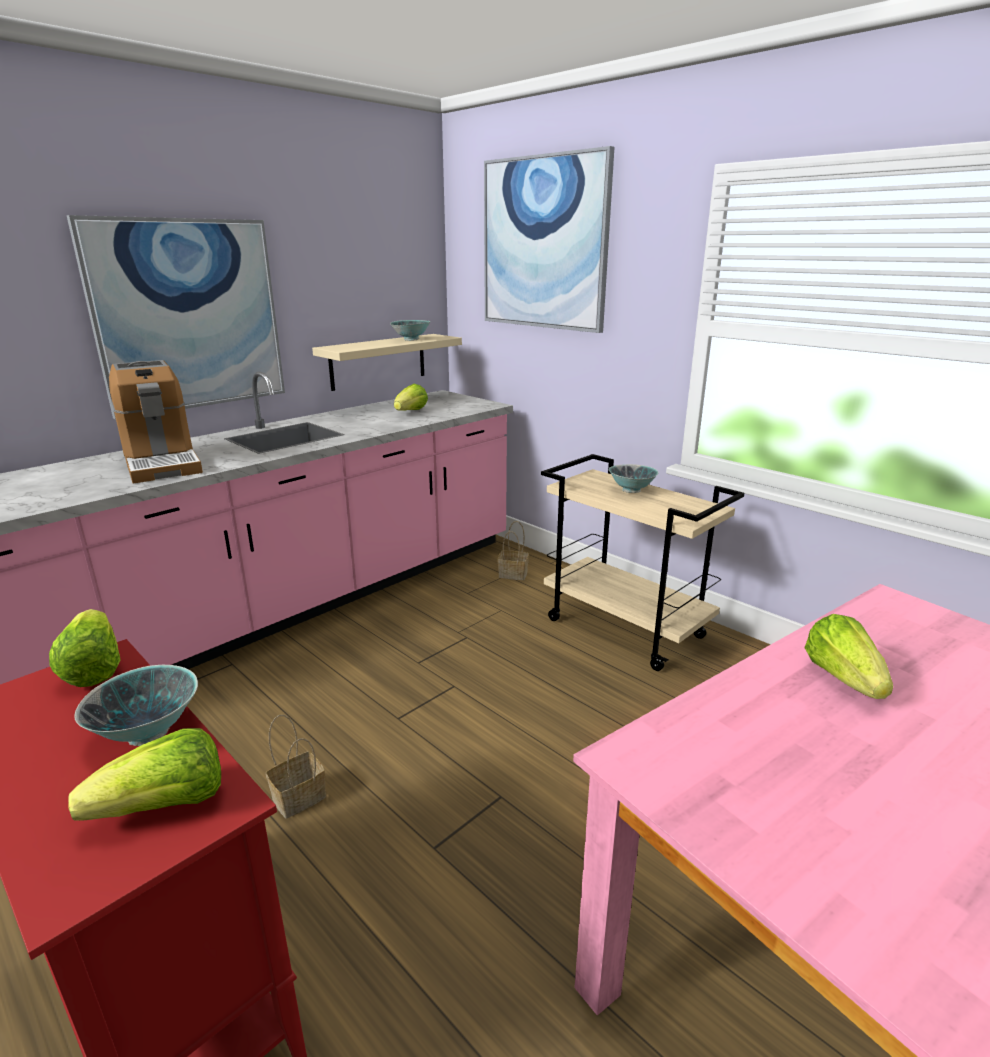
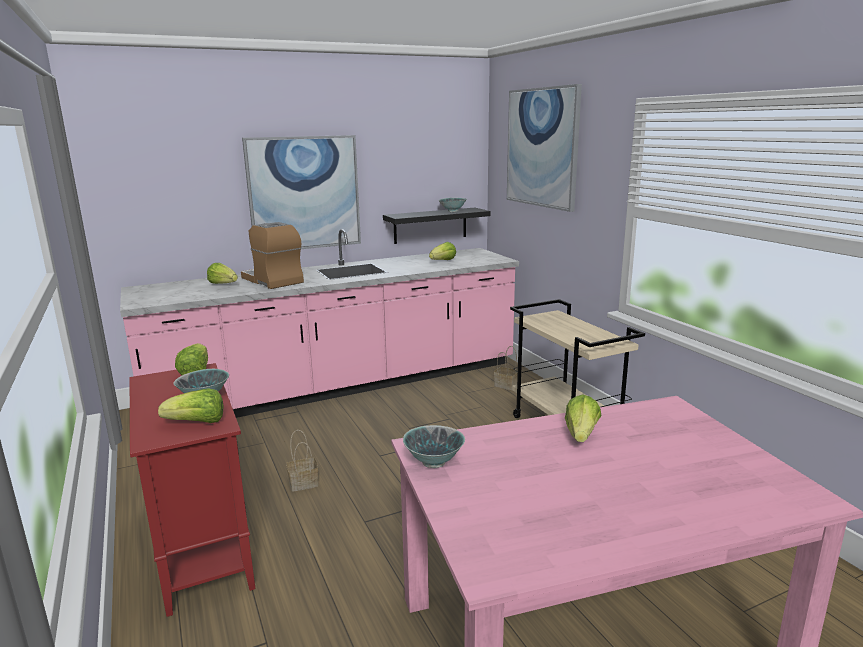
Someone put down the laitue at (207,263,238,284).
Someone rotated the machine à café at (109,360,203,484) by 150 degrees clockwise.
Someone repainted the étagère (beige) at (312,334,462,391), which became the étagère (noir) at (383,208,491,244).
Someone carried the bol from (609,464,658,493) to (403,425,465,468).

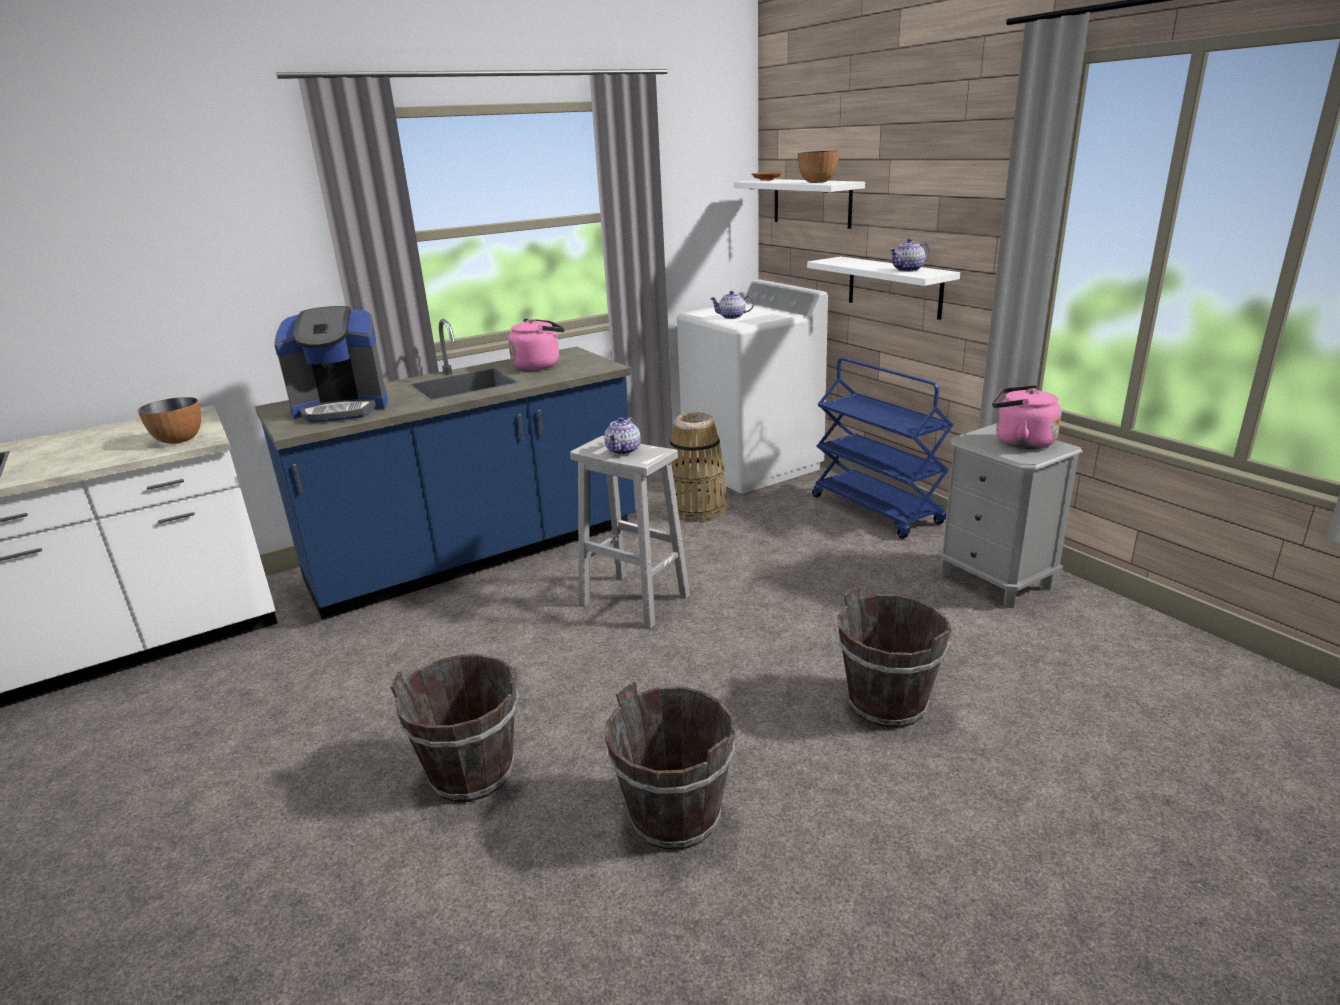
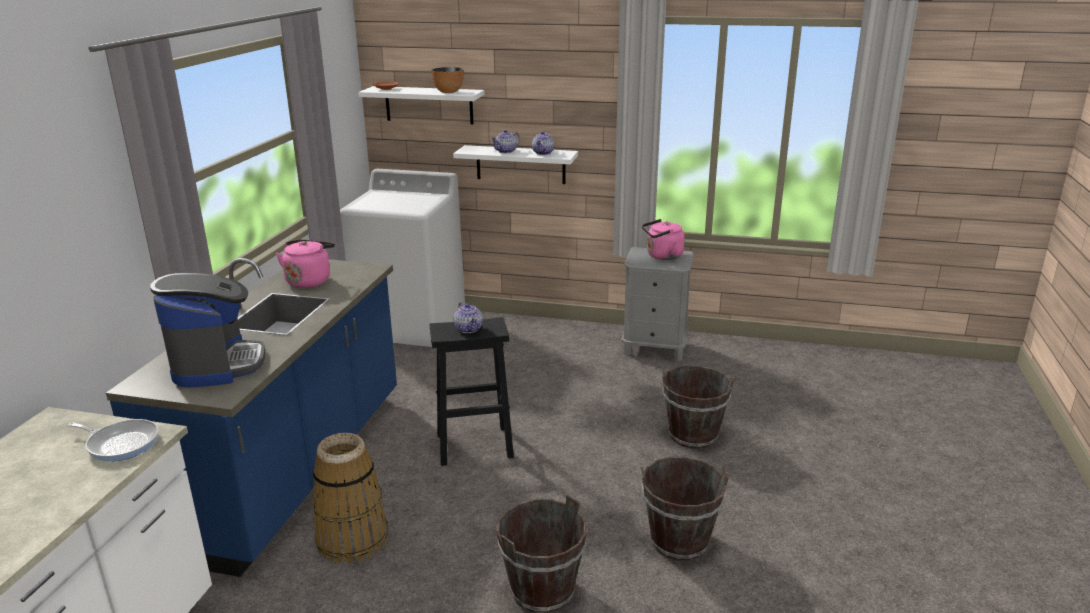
Someone swapped the bol at (138,397,201,444) for the poêle at (68,419,159,461).
Someone rotated the machine à café at (274,306,388,423) by 45 degrees counterclockwise.
Someone carried the panier from (670,412,727,522) to (312,433,388,564).
Someone repainted the tabouret (blanc) at (570,436,690,629), which became the tabouret (noir) at (430,317,514,466).
Someone carried the théière from (710,291,754,319) to (491,130,520,153).
Someone took away the chariot (bleu) at (812,358,954,539).

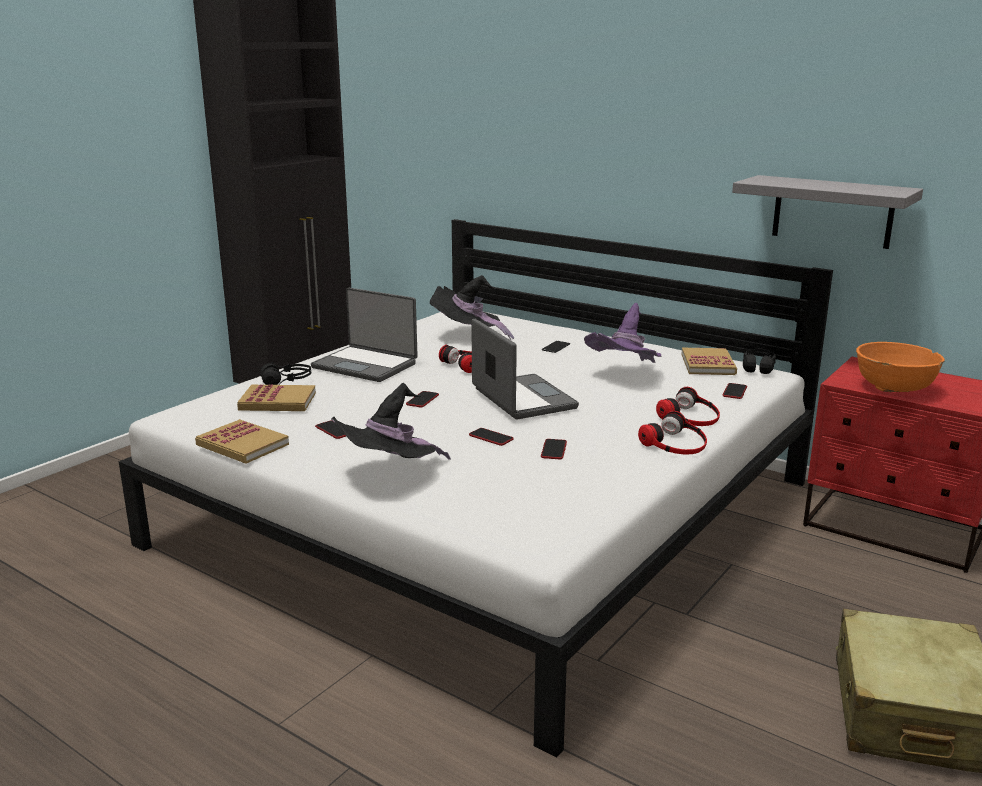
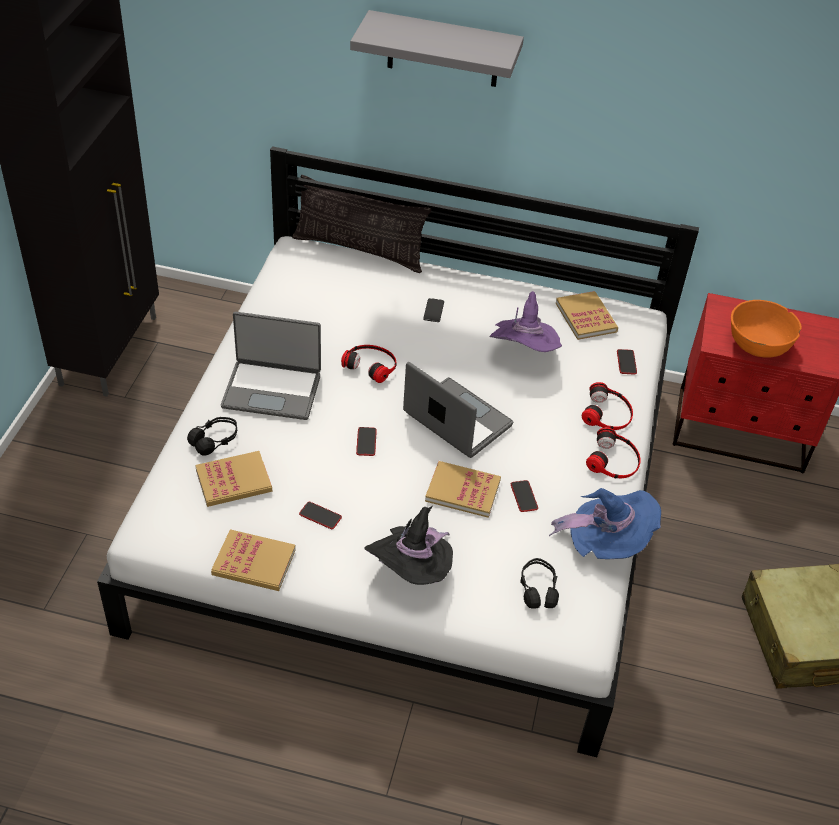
Someone put down the coussin at (292,175,431,273).
Someone carried the étagère (gris) from (732,175,923,249) to (350,10,524,87).
Someone swapped the téléphone at (469,428,514,446) for the livre at (425,461,501,518).
Someone carried the casque audio (noir) from (743,349,776,374) to (520,558,559,609).
Someone put down the chapeau (bleu) at (549,488,661,559).
Someone took away the chapeau (noir) at (430,275,514,340).

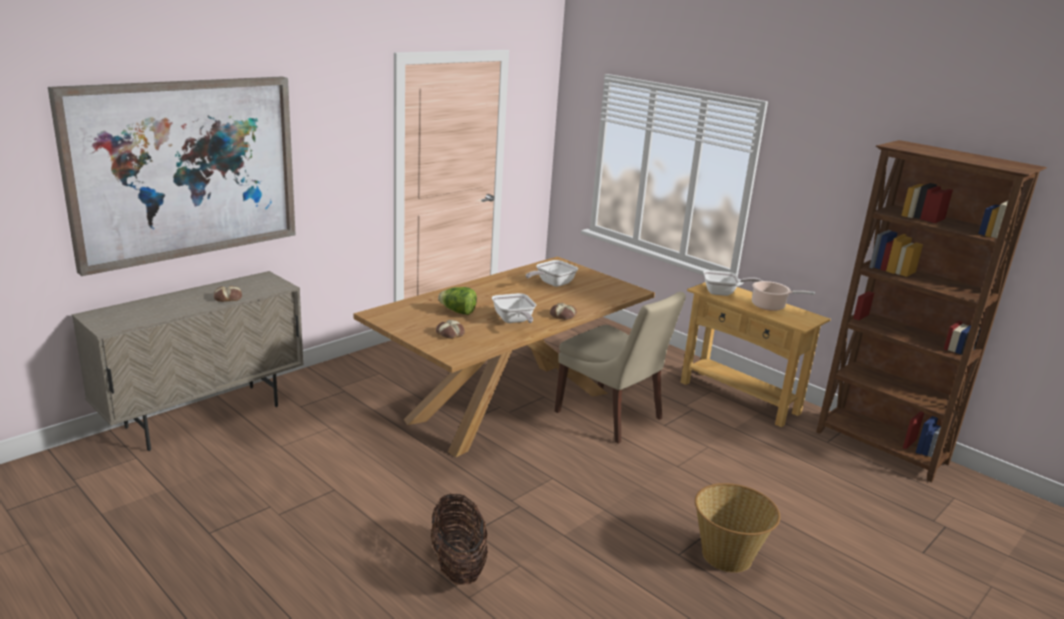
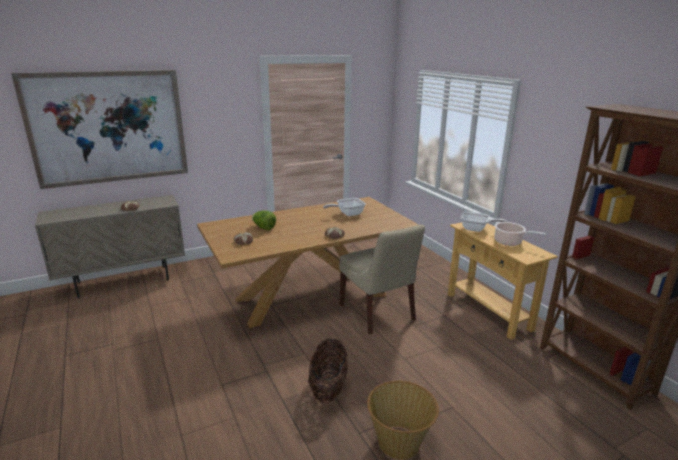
Someone carried the panier from (431,493,488,585) to (308,339,348,403).
Someone took away the poêle at (492,293,536,323).

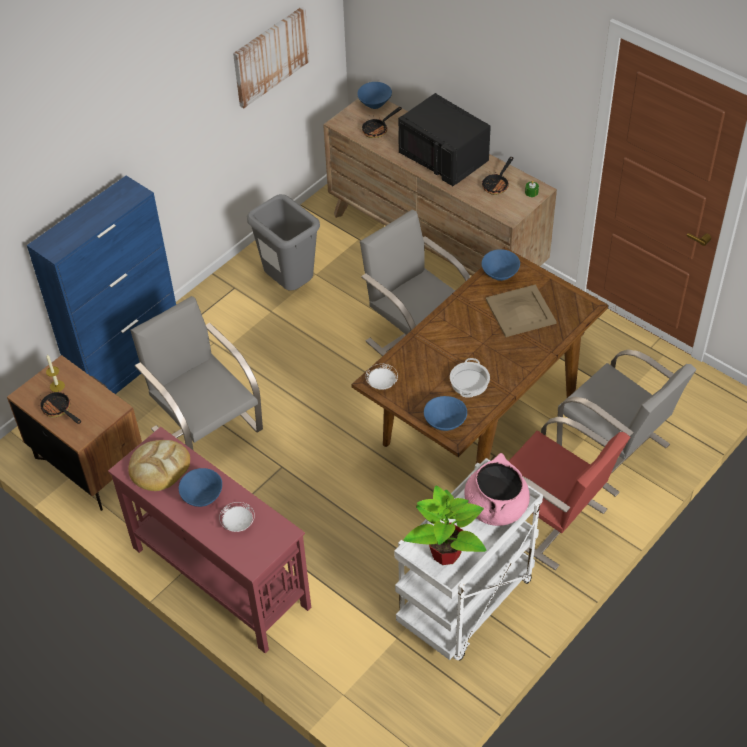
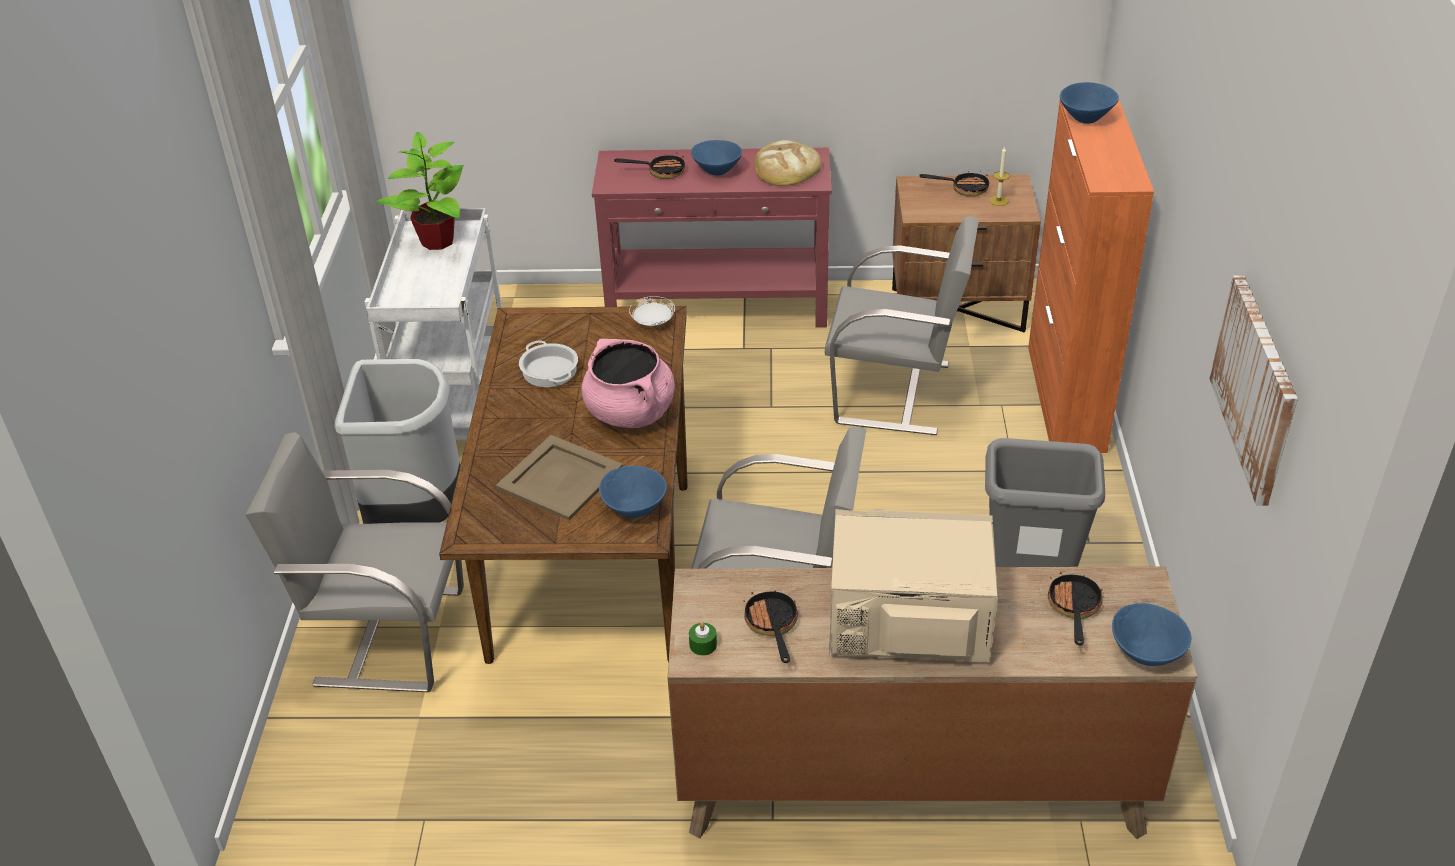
Someone swapped the chaise (rouge) at (509,417,630,570) for the poubelle (gris) at (335,359,460,524).
Someone carried the marmite (rose) from (465,453,530,526) to (581,339,675,428).
Someone swapped the assiette (blanc) at (219,502,255,532) for the poêle at (614,153,685,179).
Someone repainted the micro-ondes (noir) at (398,93,491,186), which became the micro-ondes (beige) at (829,509,998,663).
Someone repainted the meuble de rangement (bleu) at (27,176,176,394), which became the meuble de rangement (orange) at (1028,100,1154,453).
Someone carried the bol (bleu) from (424,396,467,431) to (1060,82,1119,124).

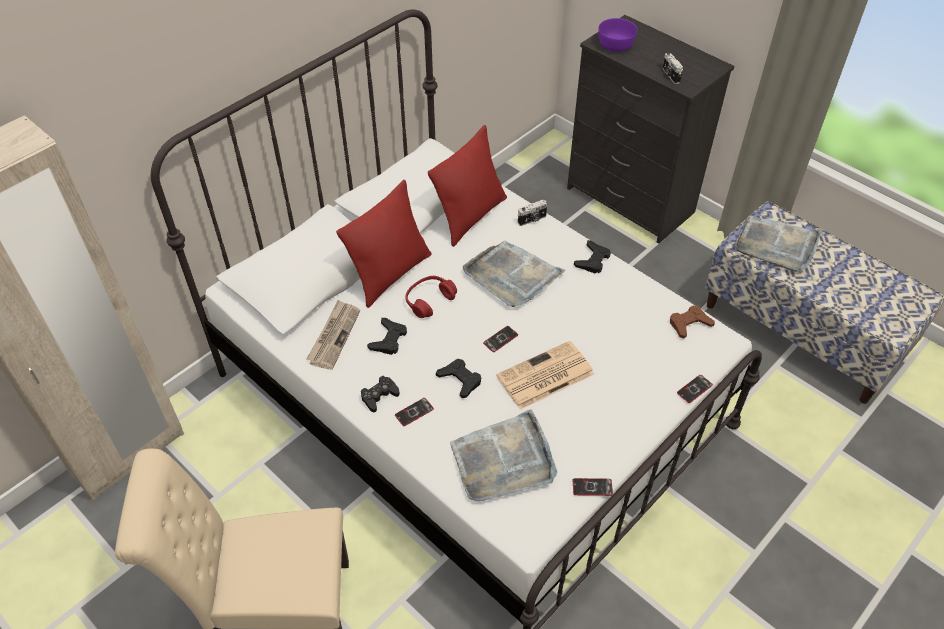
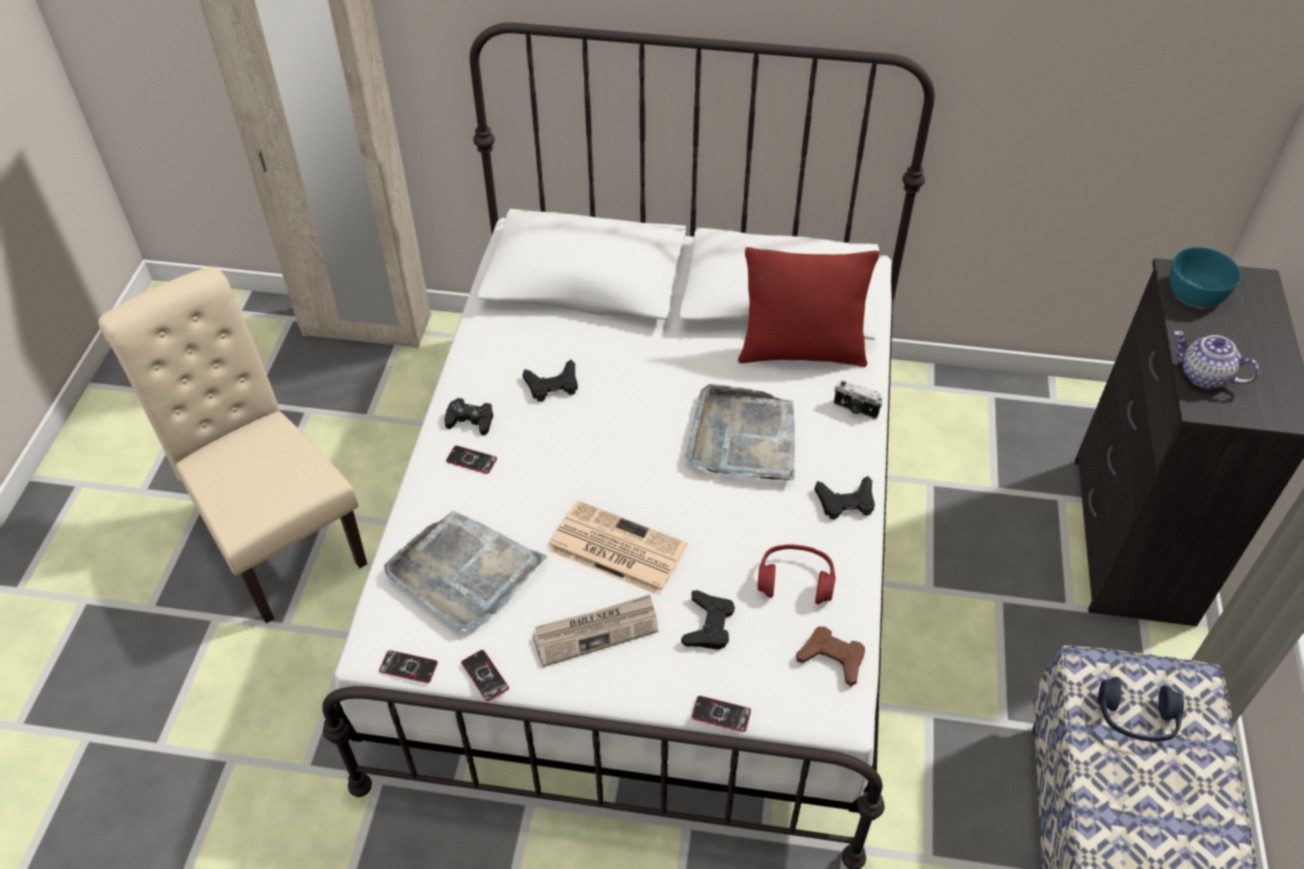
Someone carried the téléphone from (483,326,518,352) to (379,650,438,683).
Someone carried the journal from (306,300,360,370) to (532,595,658,667).
Someone carried the manette (noir) from (436,359,481,398) to (681,590,735,650).
Someone carried the casque audio (rouge) from (406,276,457,318) to (758,544,836,604).
Someone swapped the plateau (gris) at (734,216,822,272) for the casque audio (bleu) at (1098,677,1184,742).
Someone repainted the bol (violet) at (598,18,637,52), which became the bol (turquoise) at (1169,247,1241,307).
Someone swapped the appareil photo at (662,52,683,84) for the théière at (1174,331,1259,389).
Someone took away the coussin (rouge) at (336,180,432,307).

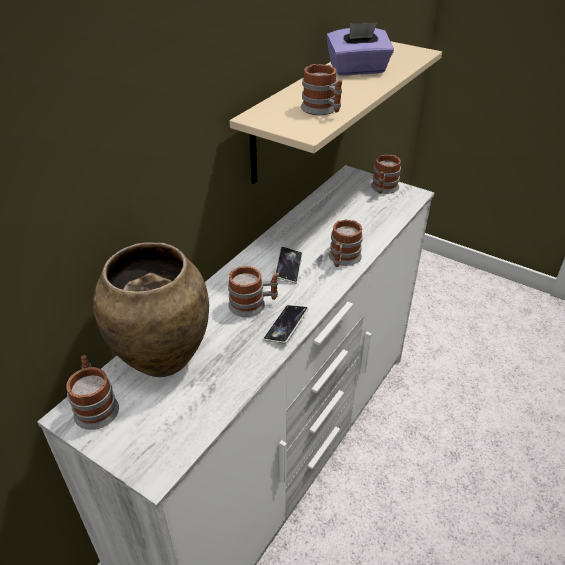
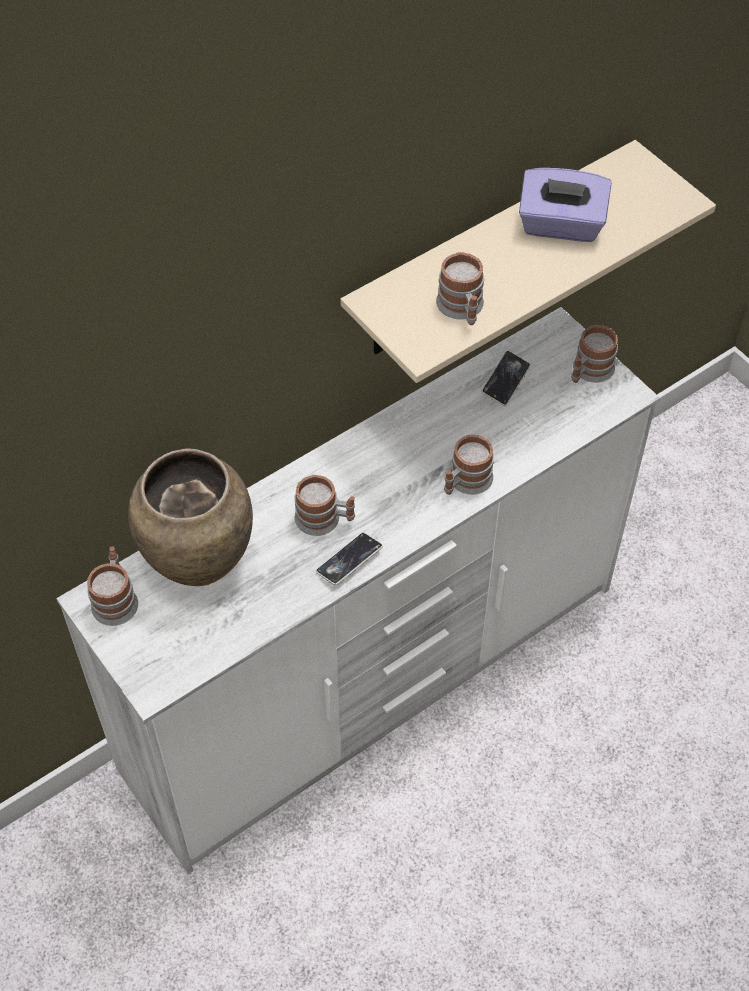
Someone carried the téléphone from (275,247,302,283) to (481,351,530,406).

